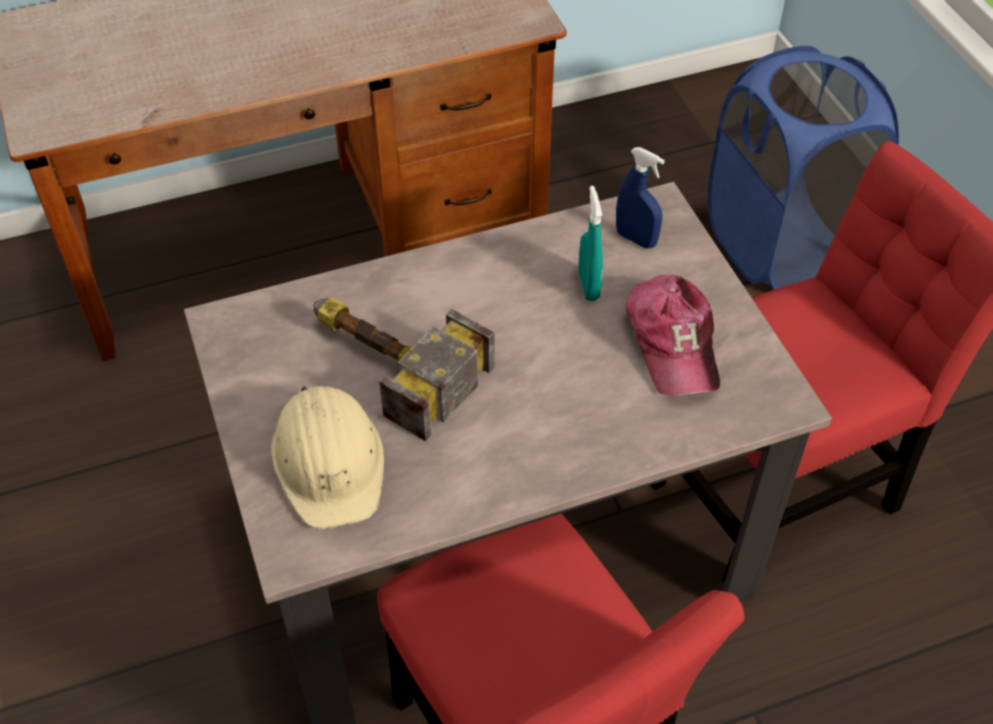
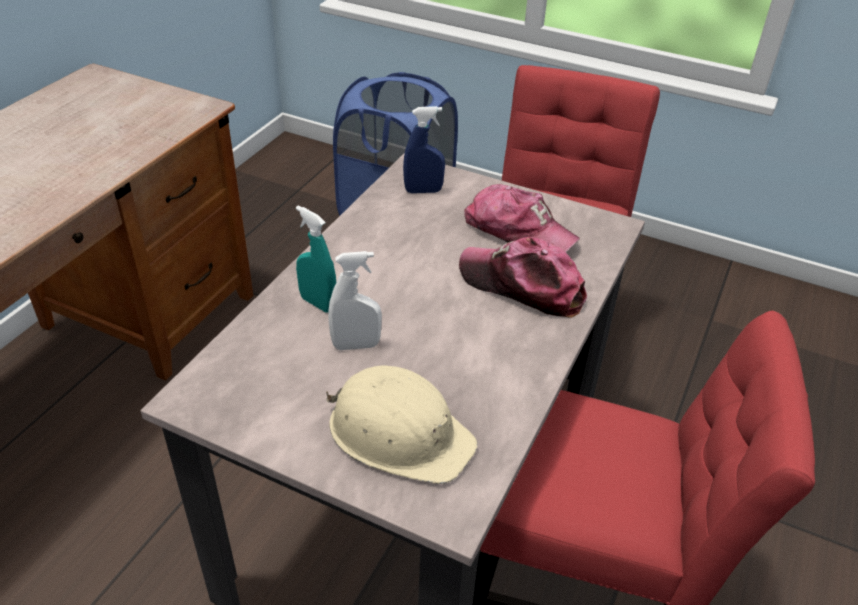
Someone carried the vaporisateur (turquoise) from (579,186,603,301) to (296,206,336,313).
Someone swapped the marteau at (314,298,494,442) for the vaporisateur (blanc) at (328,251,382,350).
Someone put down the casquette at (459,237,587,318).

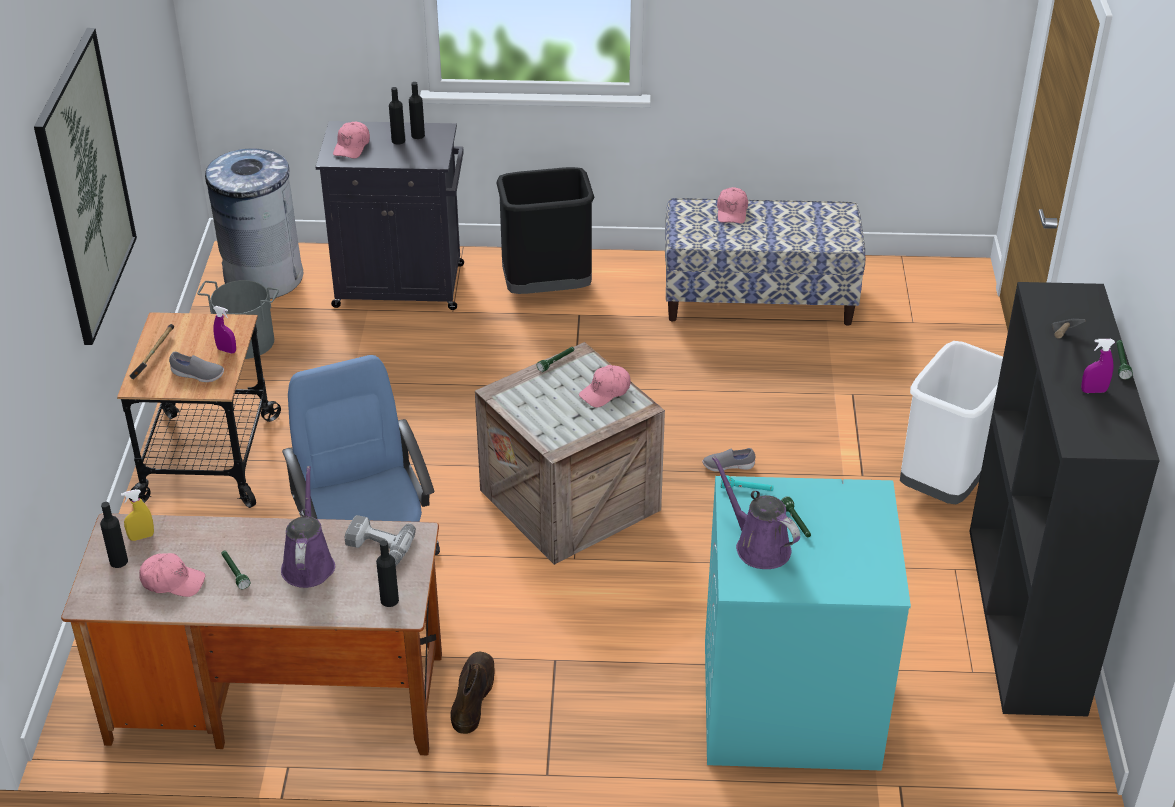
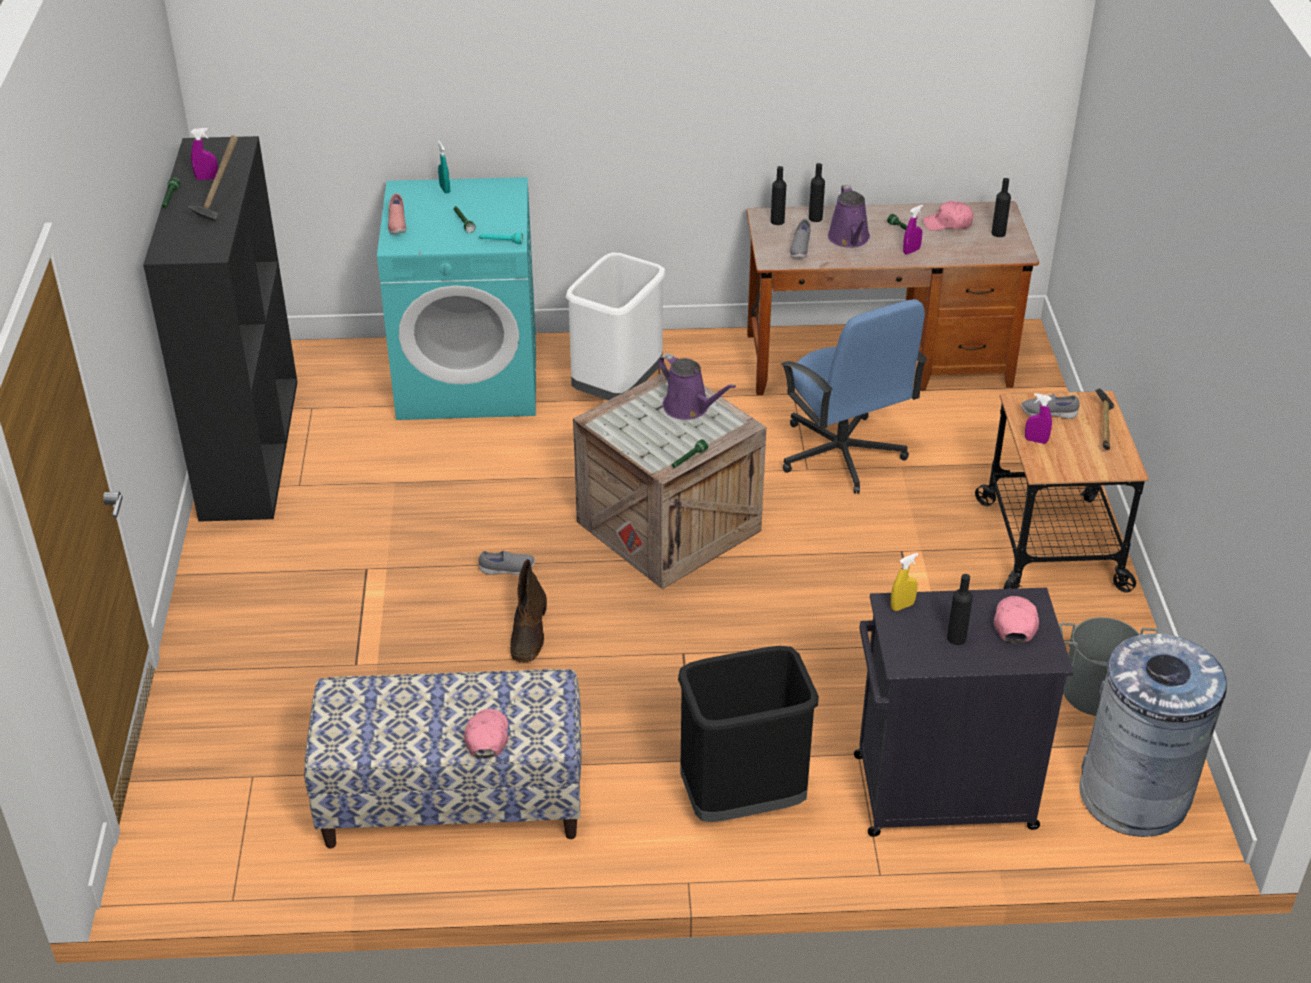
Someone put down the chaussure (rose) at (388,193,406,234).
Someone put down the vaporisateur (turquoise) at (438,141,450,194).
Someone carried the botte (marron) from (450,651,494,734) to (511,559,547,662).
Someone carried the poubelle (blanc) from (900,341,1003,505) to (566,252,666,400).
Someone carried the arrosoir (violet) from (712,456,800,569) to (658,353,736,420).
Someone swapped the perceuse at (345,515,416,566) for the chaussure (gris) at (790,219,811,258).
Someone carried the bouteille (noir) from (409,82,425,139) to (809,163,825,222).
Someone carried the vaporisateur (jaune) from (121,489,154,541) to (890,553,918,611).
Someone put down the vaporisateur (violet) at (903,205,923,254).
Someone took away the tableau at (34,28,137,345).
Someone took away the casquette (rose) at (579,365,631,408).

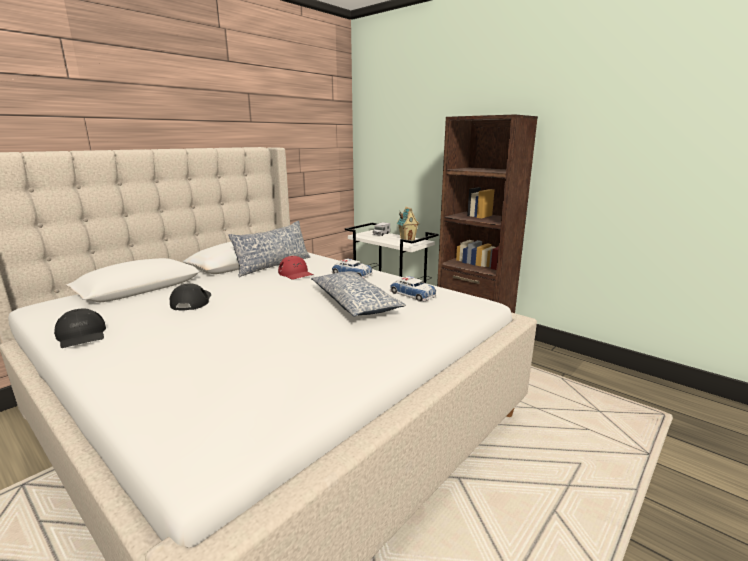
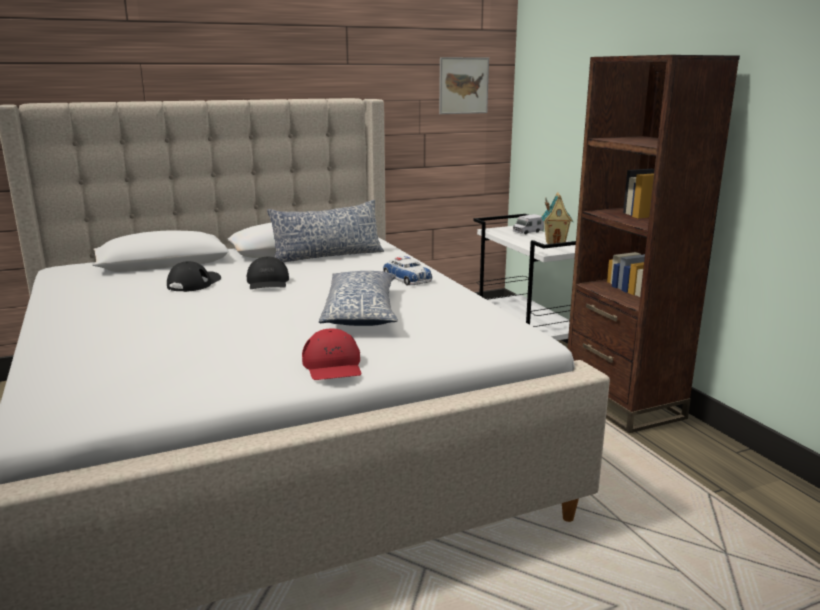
Someone carried the casquette (noir) from (54,309,106,348) to (246,257,289,289).
Someone carried the casquette (rouge) from (278,256,314,279) to (302,328,361,380).
Someone put up the tableau at (439,57,489,114).
Someone took away the petite voiture at (390,276,436,302).

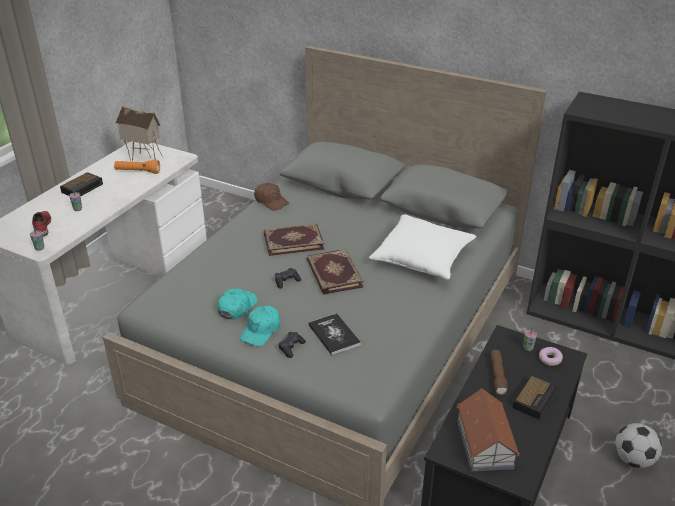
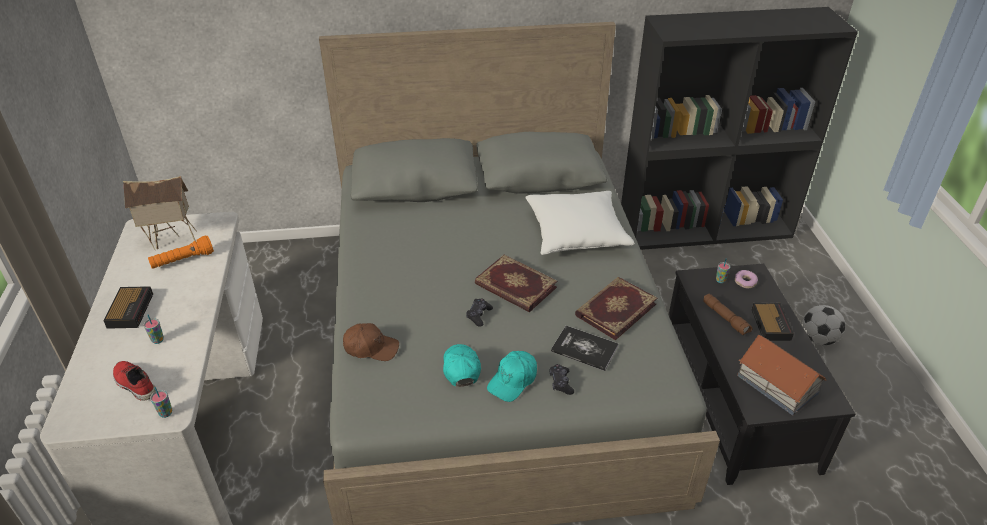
Someone carried the casquette (marron) from (254,183,289,211) to (343,323,399,361).
Someone rotated the casquette (turquoise) at (240,306,280,346) by 45 degrees clockwise.
Someone carried the livre from (264,224,324,256) to (575,277,657,340).

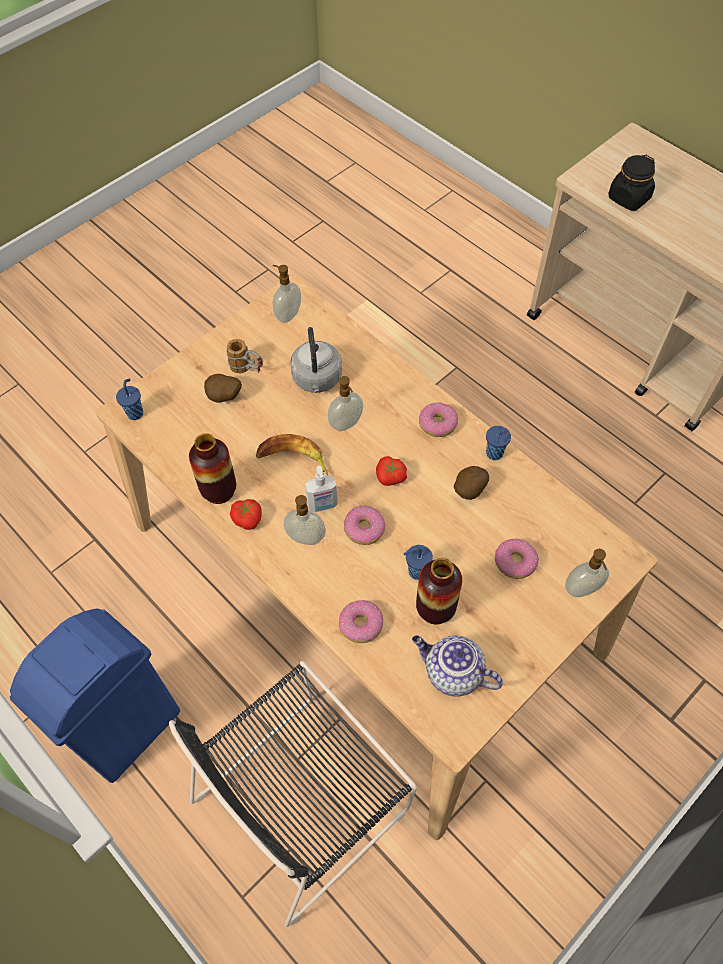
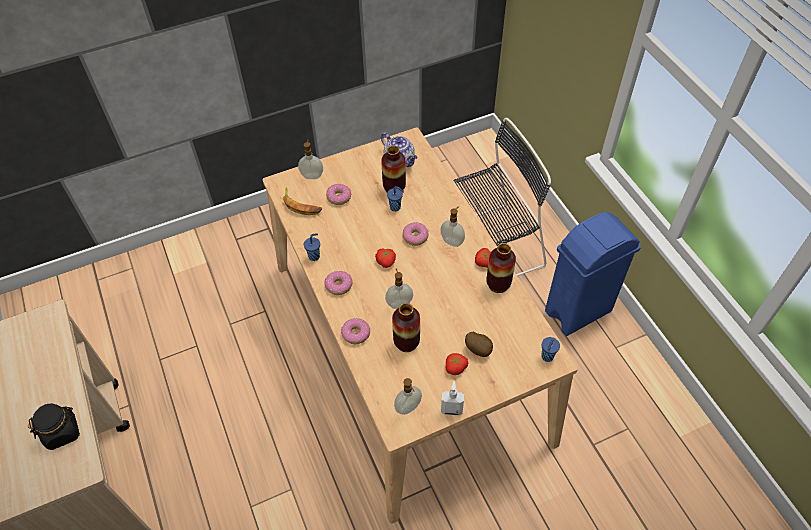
Someone carried the banane from (256,434,328,475) to (282,187,322,215).
Someone carried the beignet from (339,600,383,643) to (341,318,370,344).
Someone swapped the bouilloire (gris) at (290,327,342,393) for the vase at (392,303,420,352).
Someone carried the distributeur de savon from (305,466,338,512) to (441,381,464,415).
Someone swapped the mug at (226,339,263,374) for the tomate at (446,353,468,375).
Someone took away the pomme de terre at (454,466,489,500).

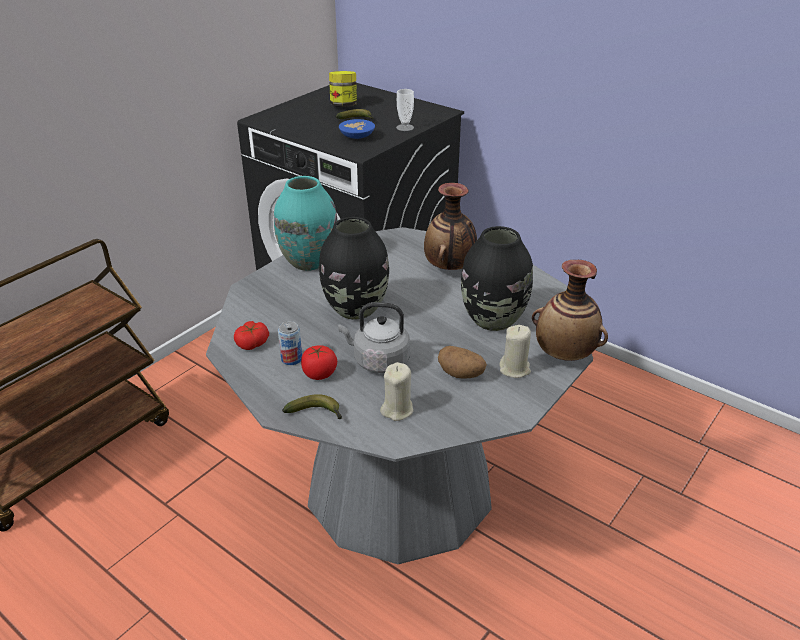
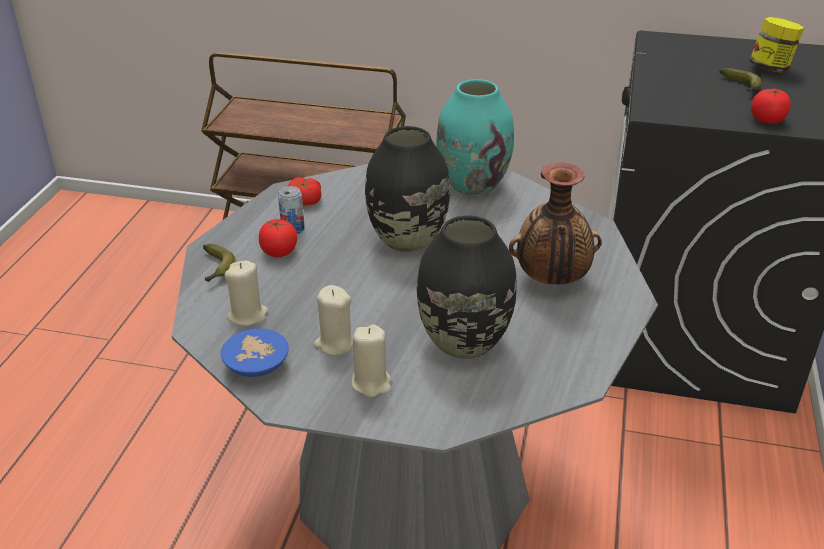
Someone carried the bol (bleu) from (339,119,375,139) to (221,329,289,377).
Someone swapped the pomme de terre at (438,346,487,379) for the bougie (beige) at (313,285,353,356).
Someone swapped the tasse at (396,89,414,131) for the tomate at (751,89,791,124).
Someone took away the bouilloire (gris) at (338,302,410,373).
Someone took away the vase at (532,260,608,361).

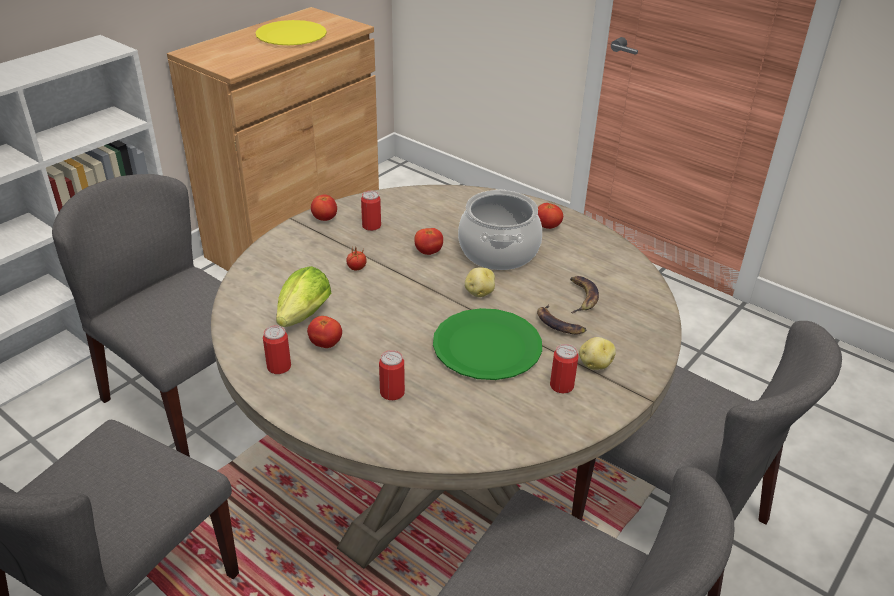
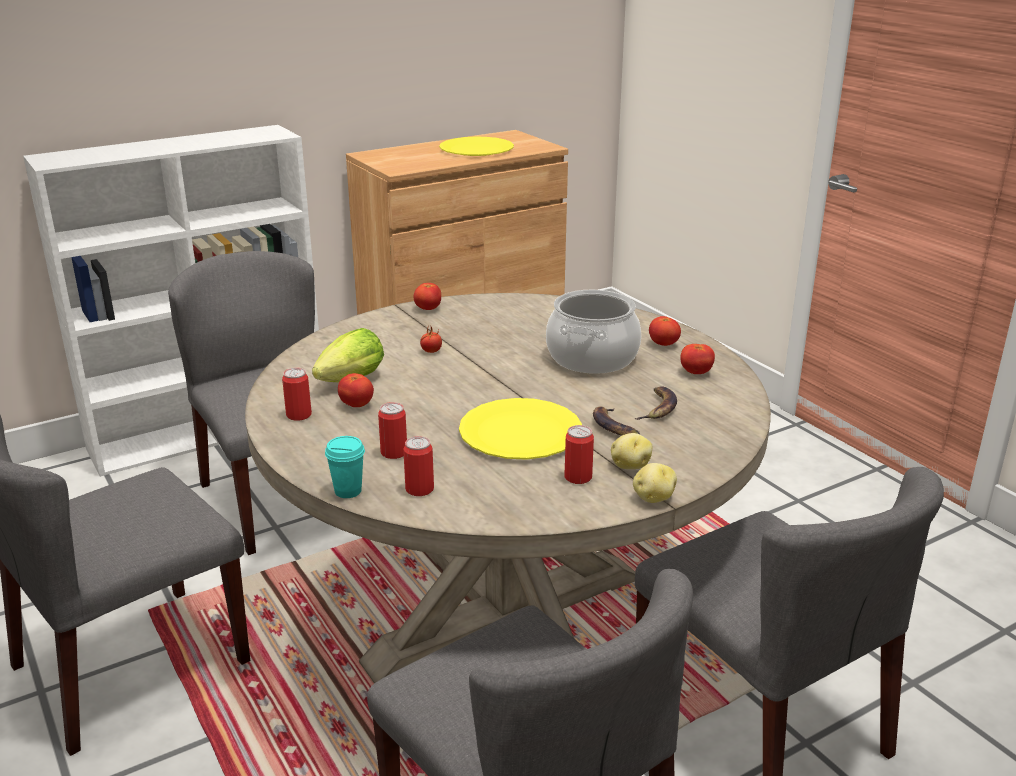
Someone put down the tasse (turquoise) at (325,436,365,498).
Someone carried the boîte métallique from (361,191,381,231) to (403,436,434,496).
Someone repainted the assiette (vert) at (433,308,542,380), which became the assiette (jaune) at (459,398,582,460).
Someone carried the pomme de terre from (465,267,495,297) to (633,463,677,503).
Someone carried the tomate from (414,228,443,255) to (680,344,715,374).

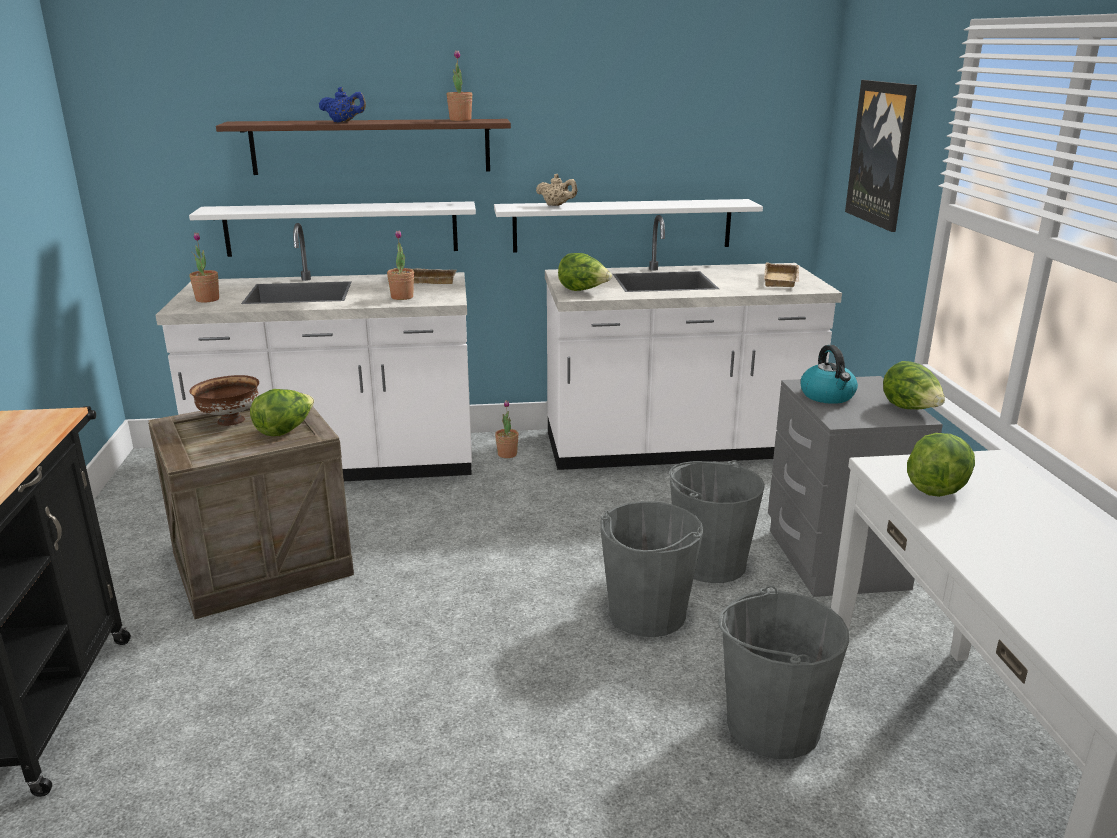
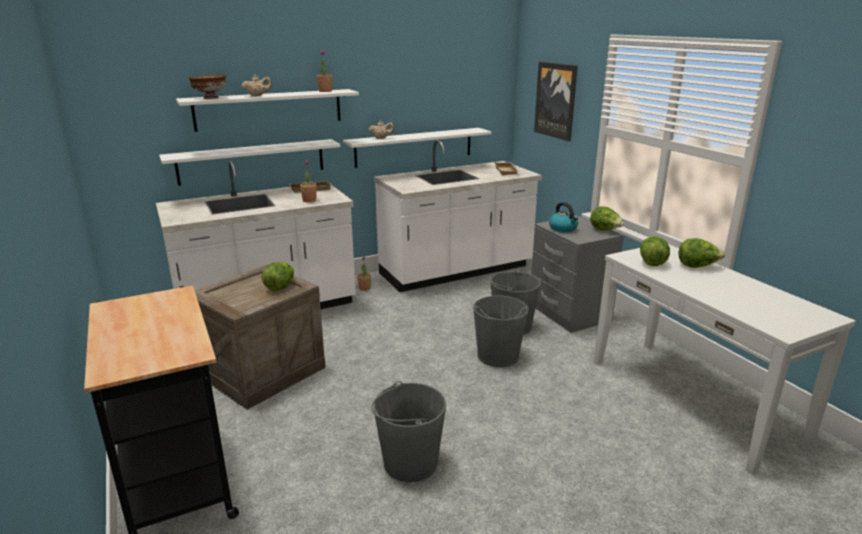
Someone repainted the étagère (marron) at (216,119,511,175), which became the étagère (blanc) at (176,89,359,132).
Someone carried the bol (marron) from (189,375,259,426) to (188,75,227,99).
Someone repainted the théière (bleu) at (319,87,366,123), which became the théière (beige) at (241,74,272,96).
Someone carried the seau (gris) from (718,586,849,759) to (371,381,446,482).
Someone carried the laitue from (558,253,612,291) to (679,238,725,268).
Someone took away the plante en pot at (189,232,219,303).

